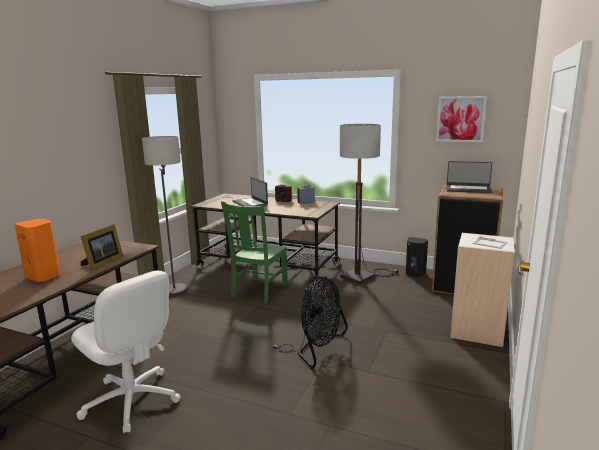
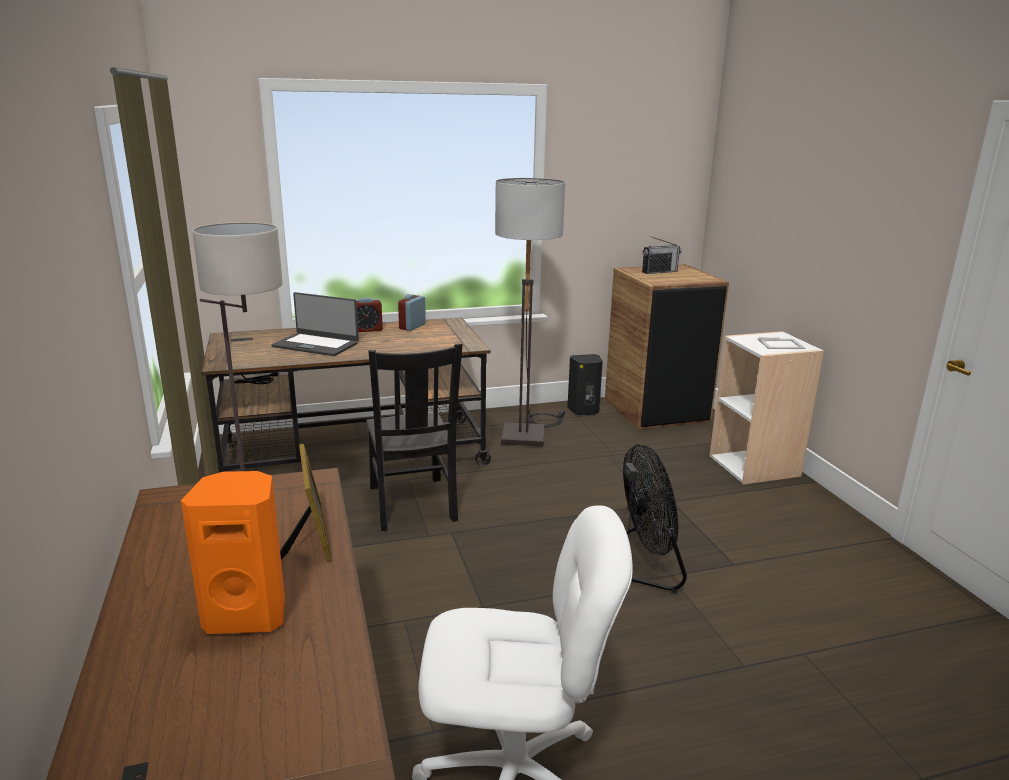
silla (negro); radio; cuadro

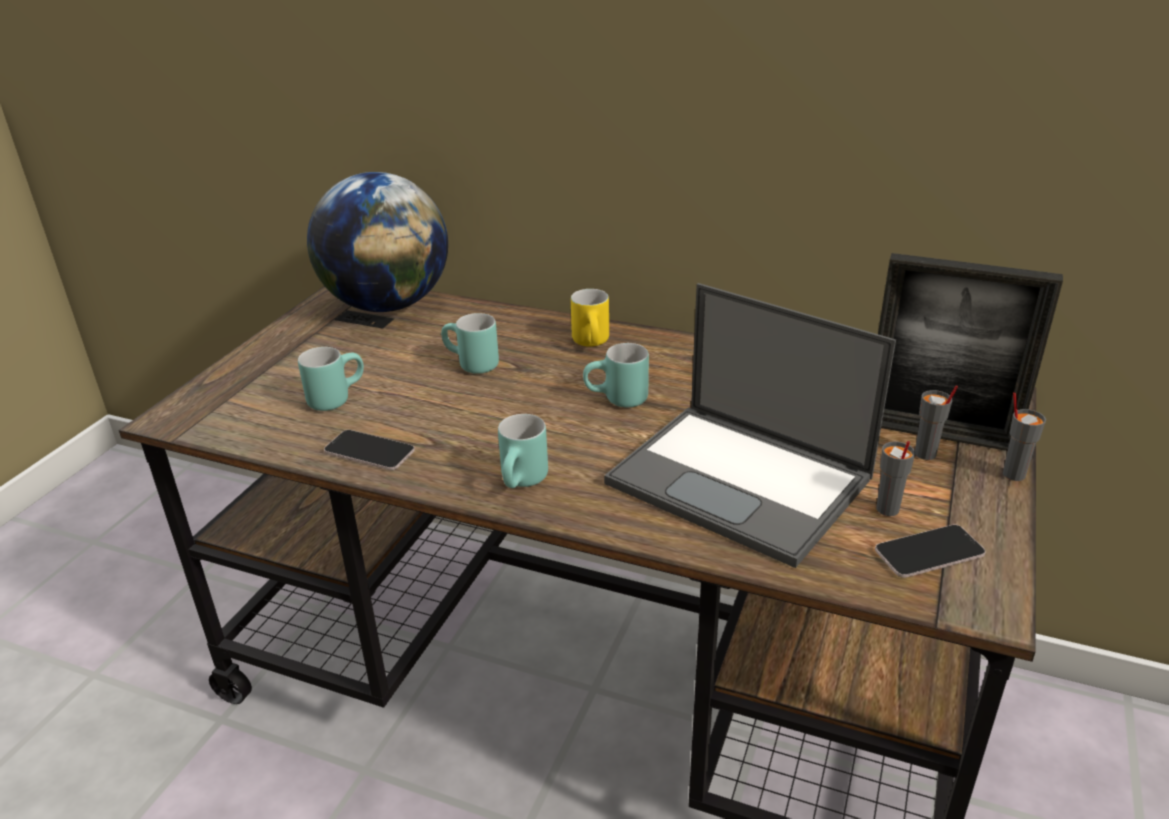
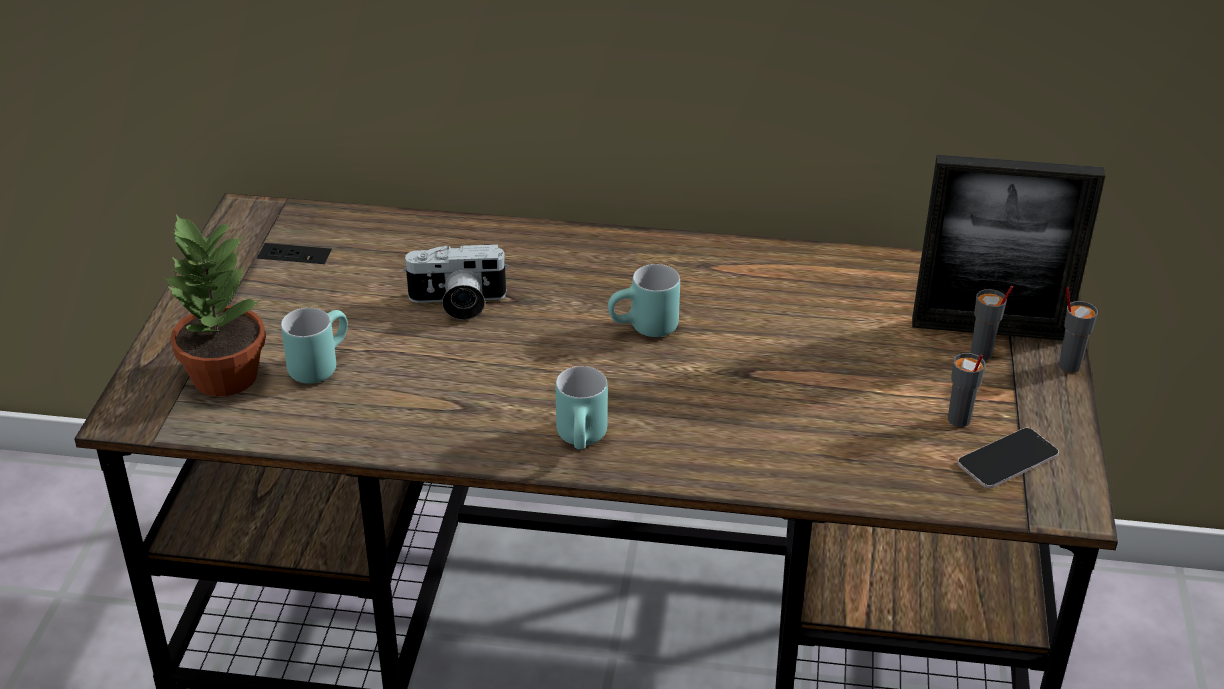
planta en maceta; cámara; globo terráqueo; móvil (1st from left in the first image); taza grande (amarillo); portátil

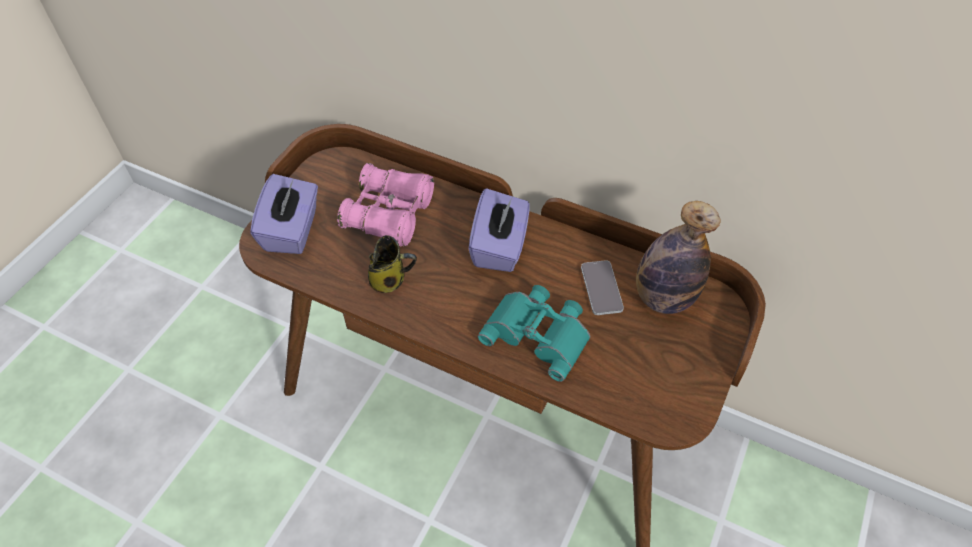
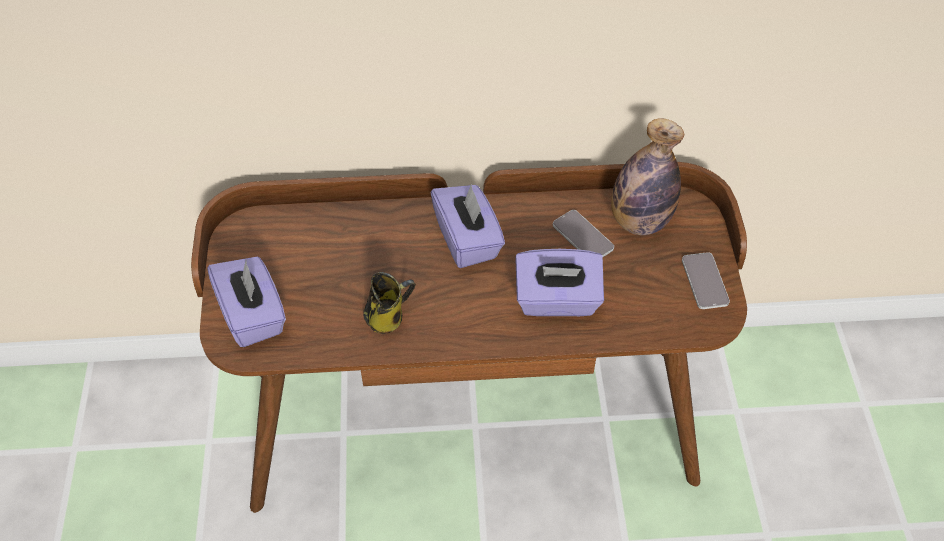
caja de pañuelos (morado) (3rd from left); móvil (2nd from left); prismáticos (rosa)

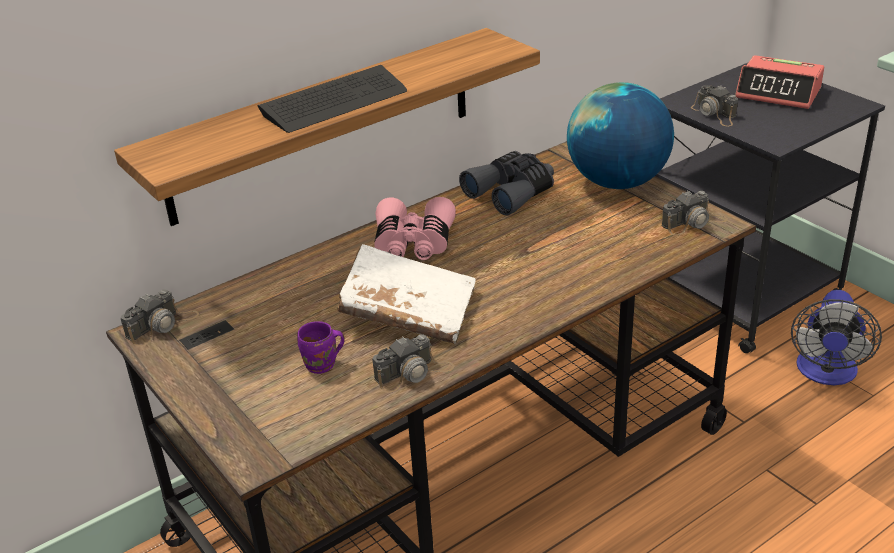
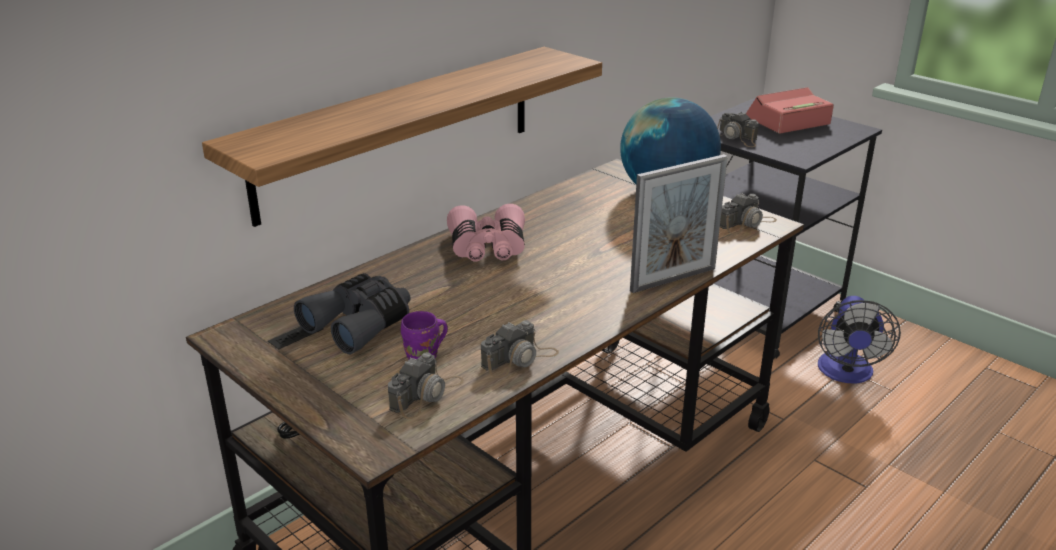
prismáticos (gris); cámara (1st from left); portarretratos; despertador; teclado; libro (blanco)

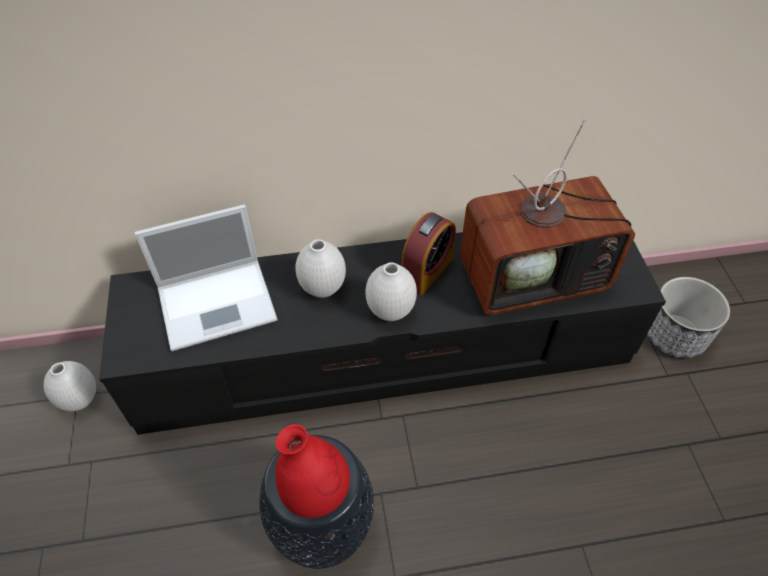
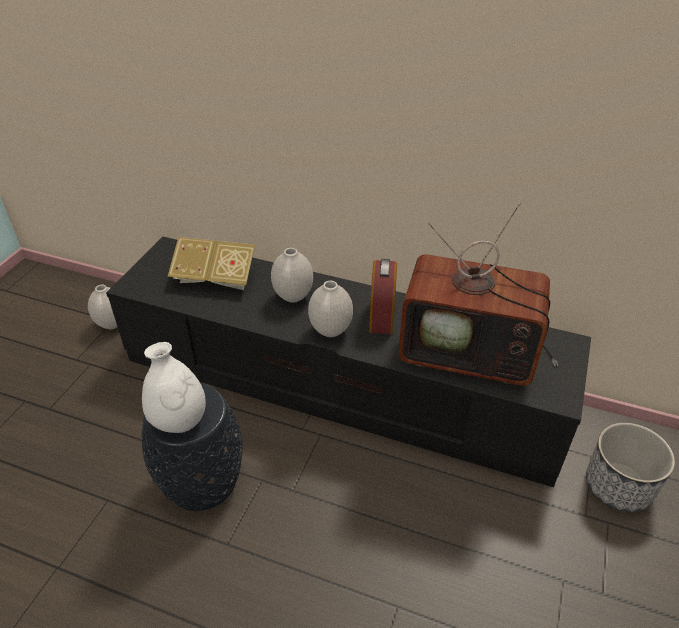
florero (blanco) (2nd from left); libro; despertador

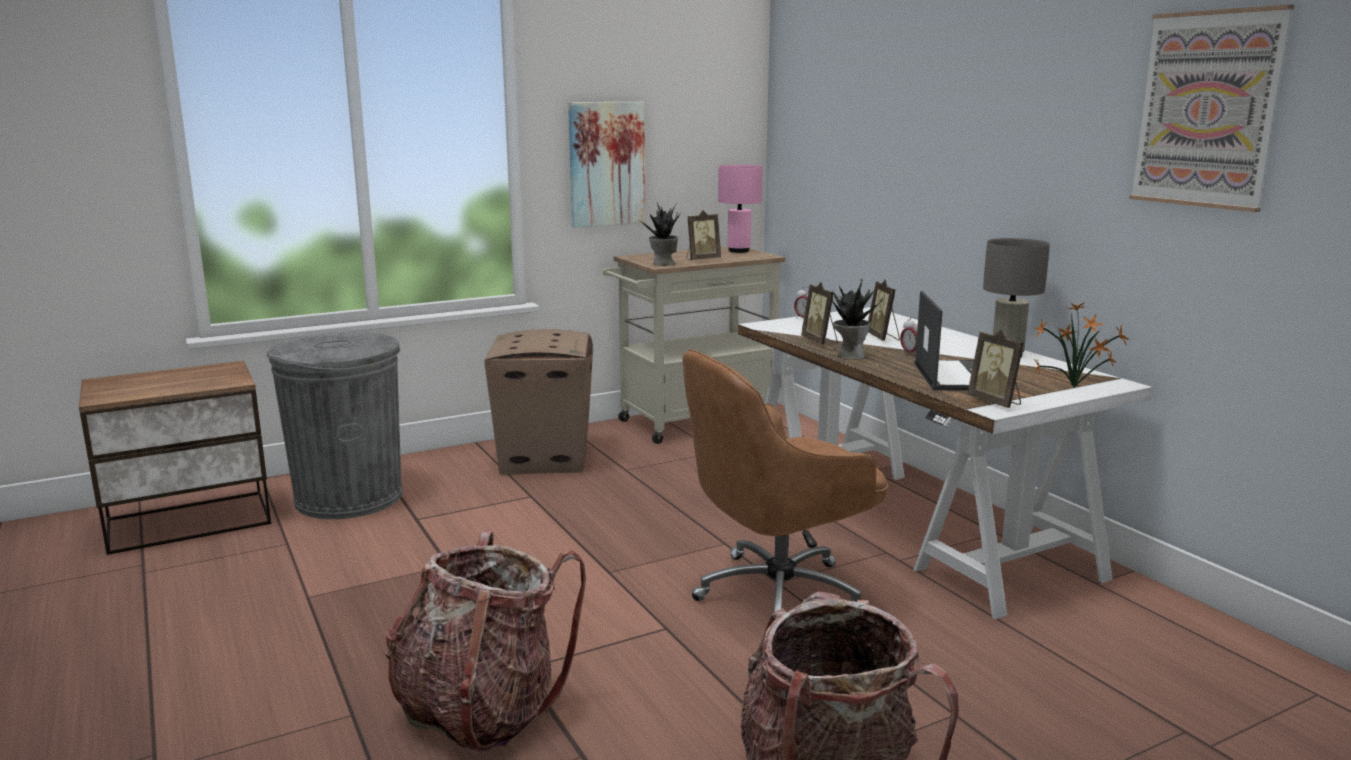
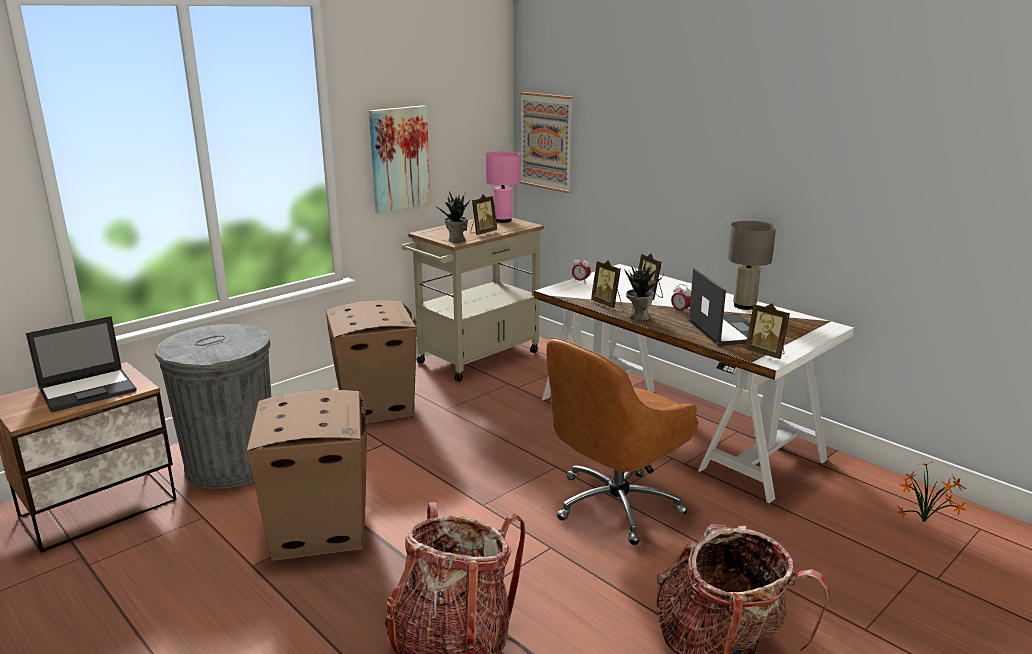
portátil (1st from left); caja de cartón (1st from left); cuadro (2nd from left); planta en maceta (3rd from left)

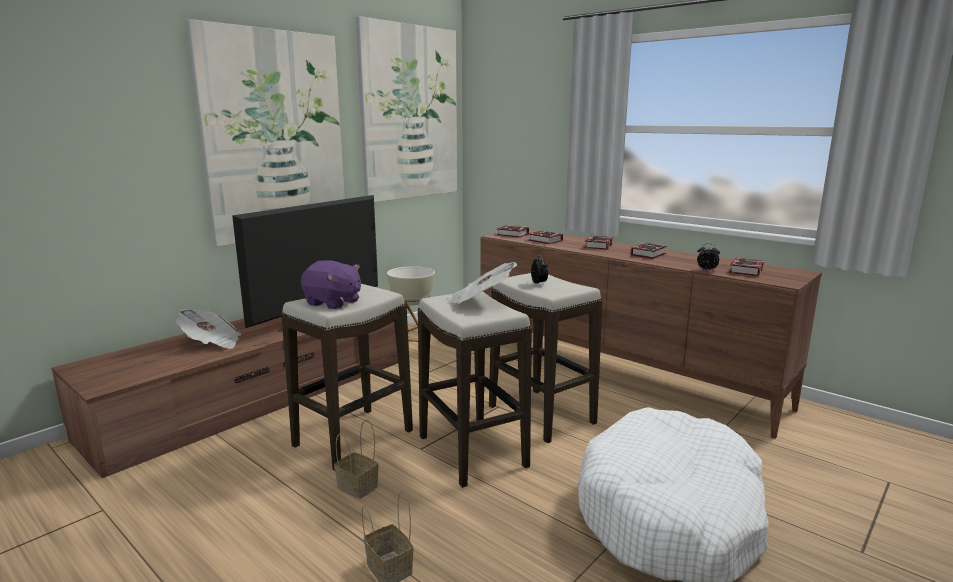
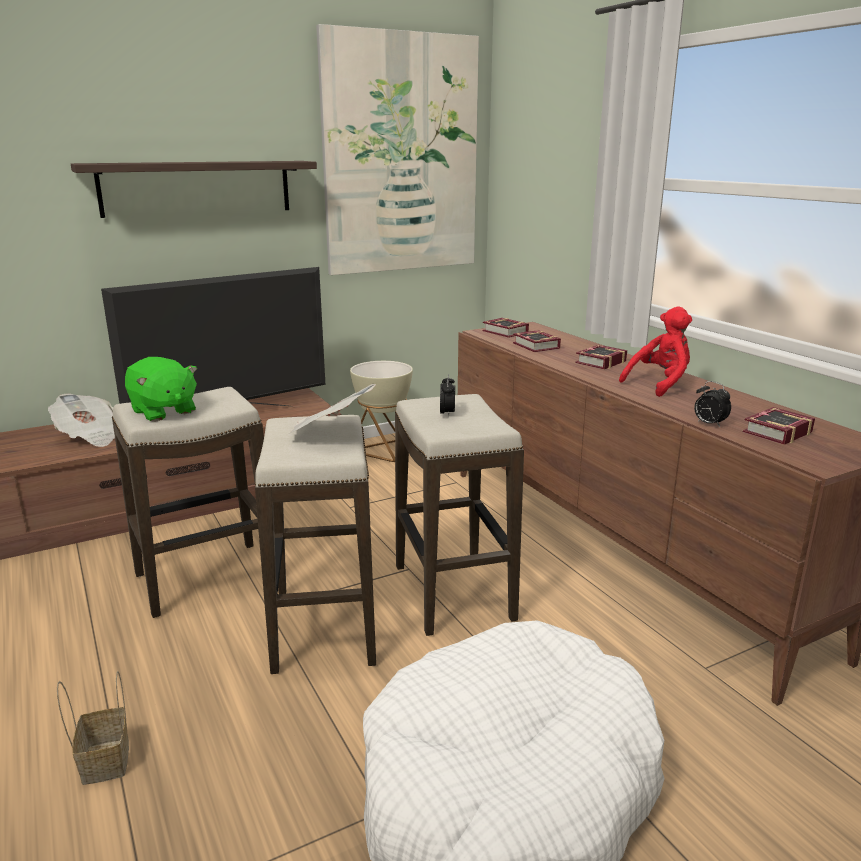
estante; peluche (verde); peluche (rojo); cesta (1st from left in the first image)

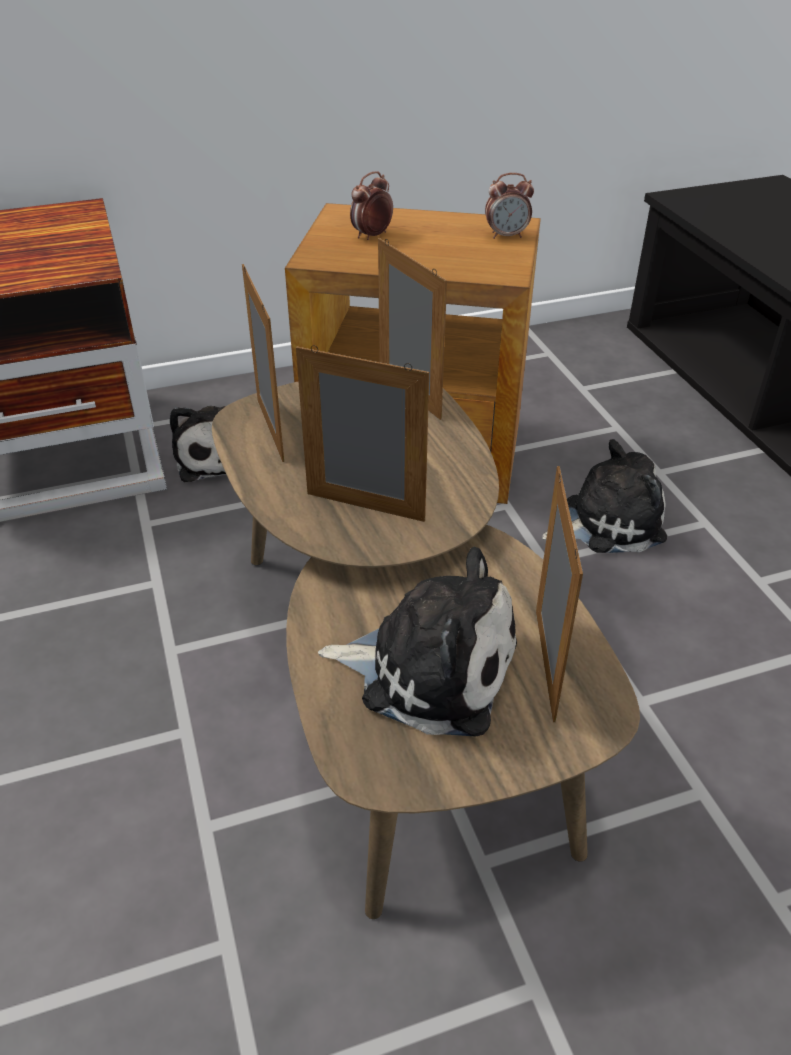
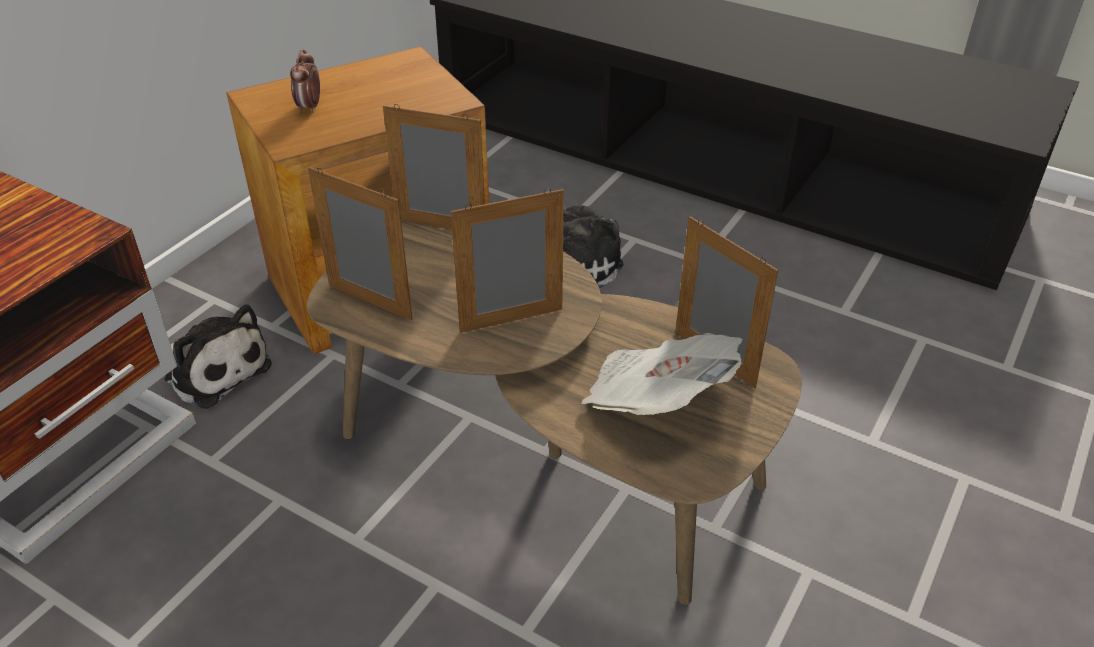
periódico; despertador (2nd from left in the first image)

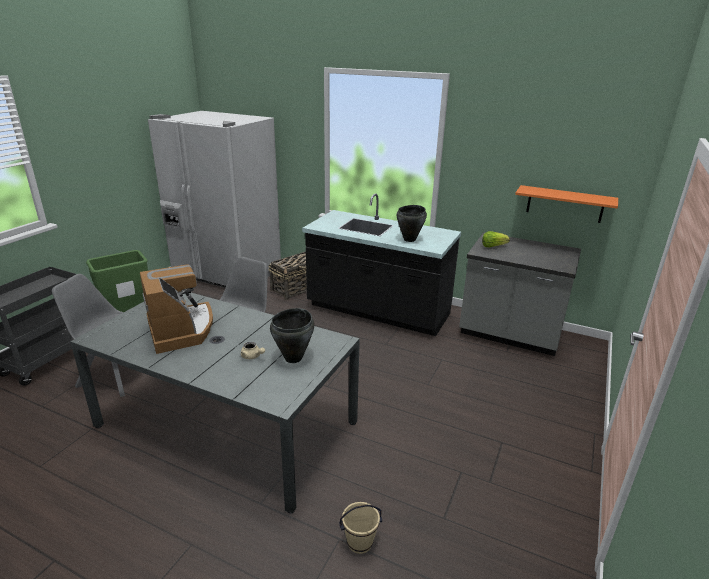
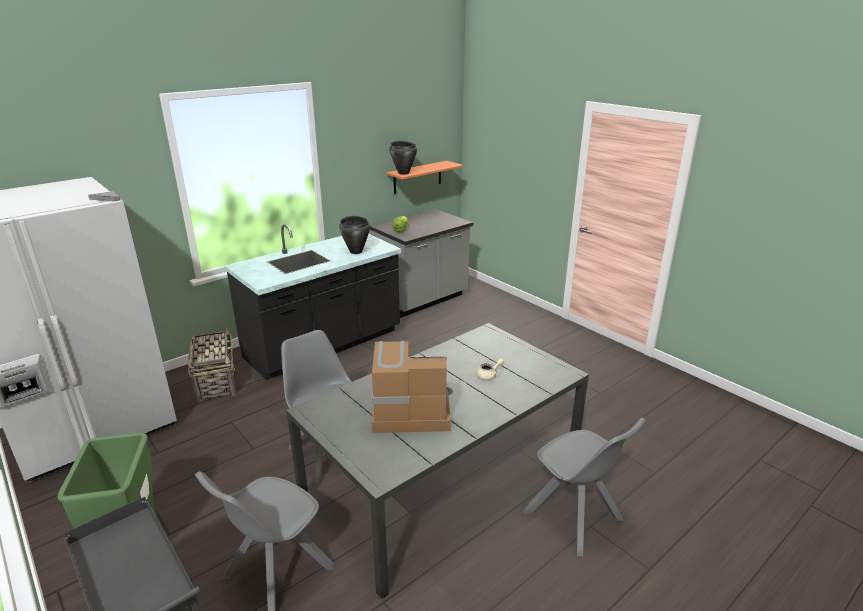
olla (negro) (2nd from left); silla (gris) (3rd from left); cubo (beis)

